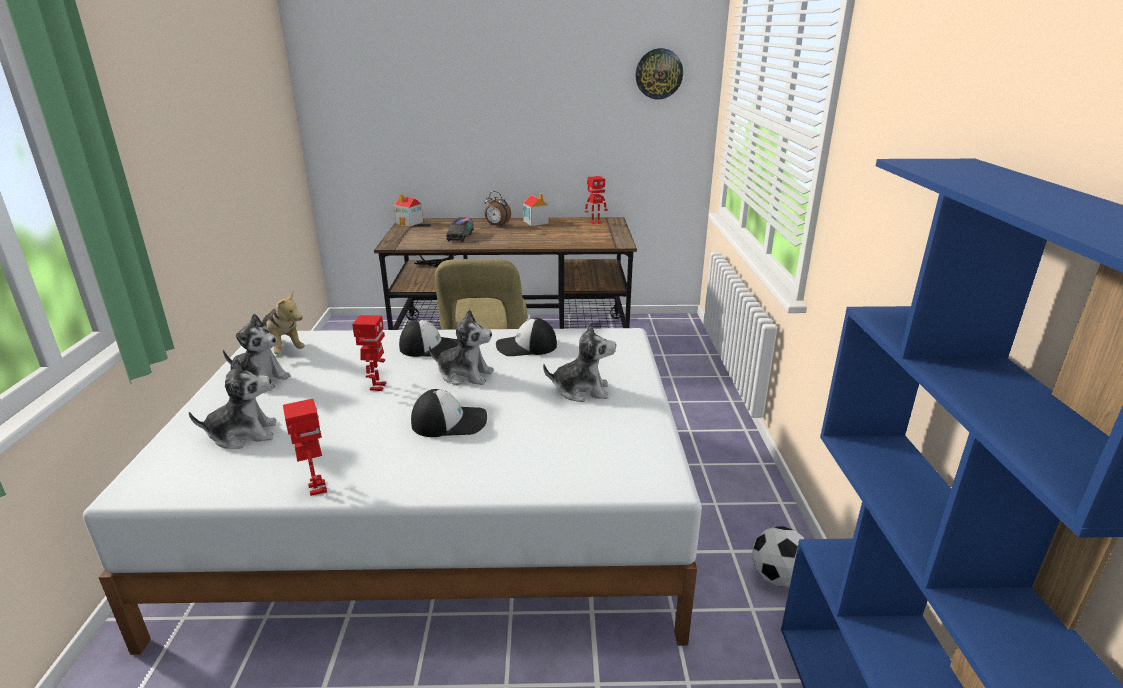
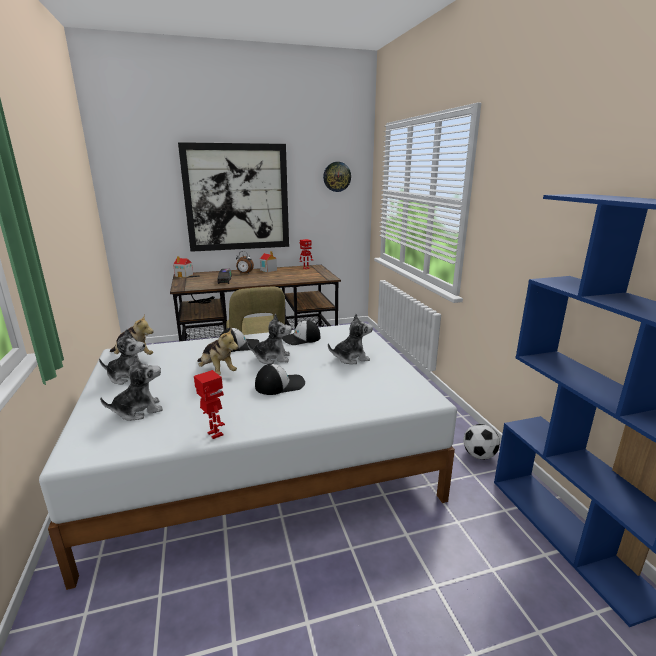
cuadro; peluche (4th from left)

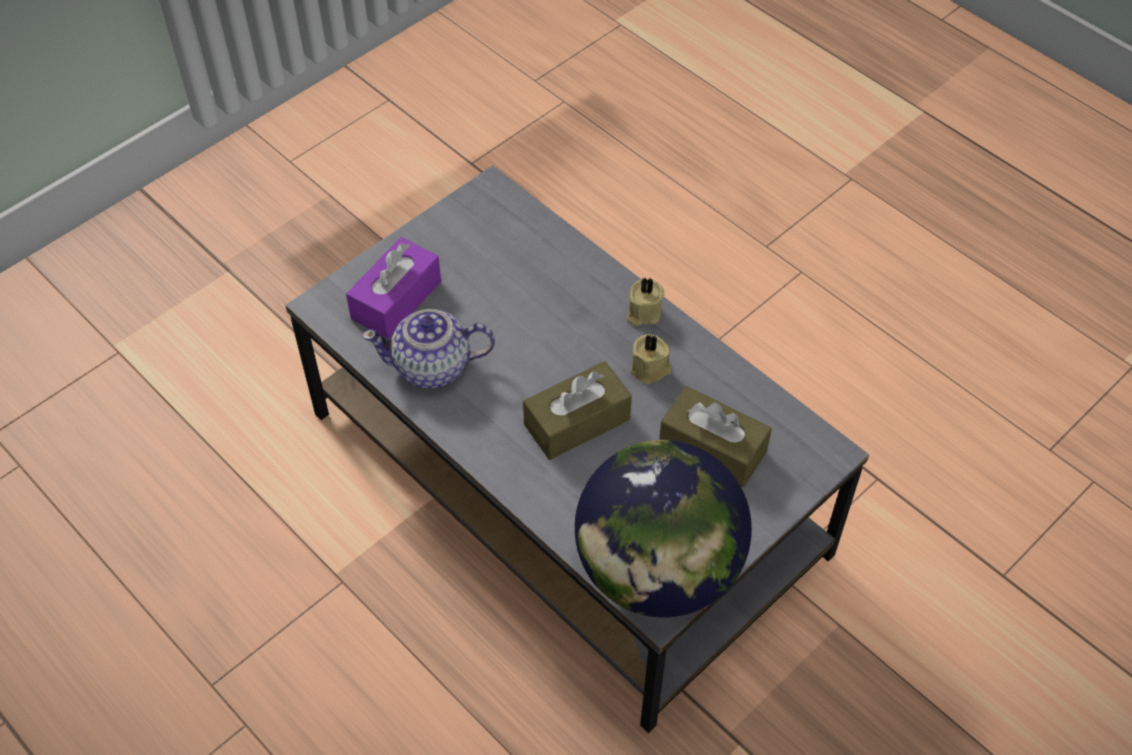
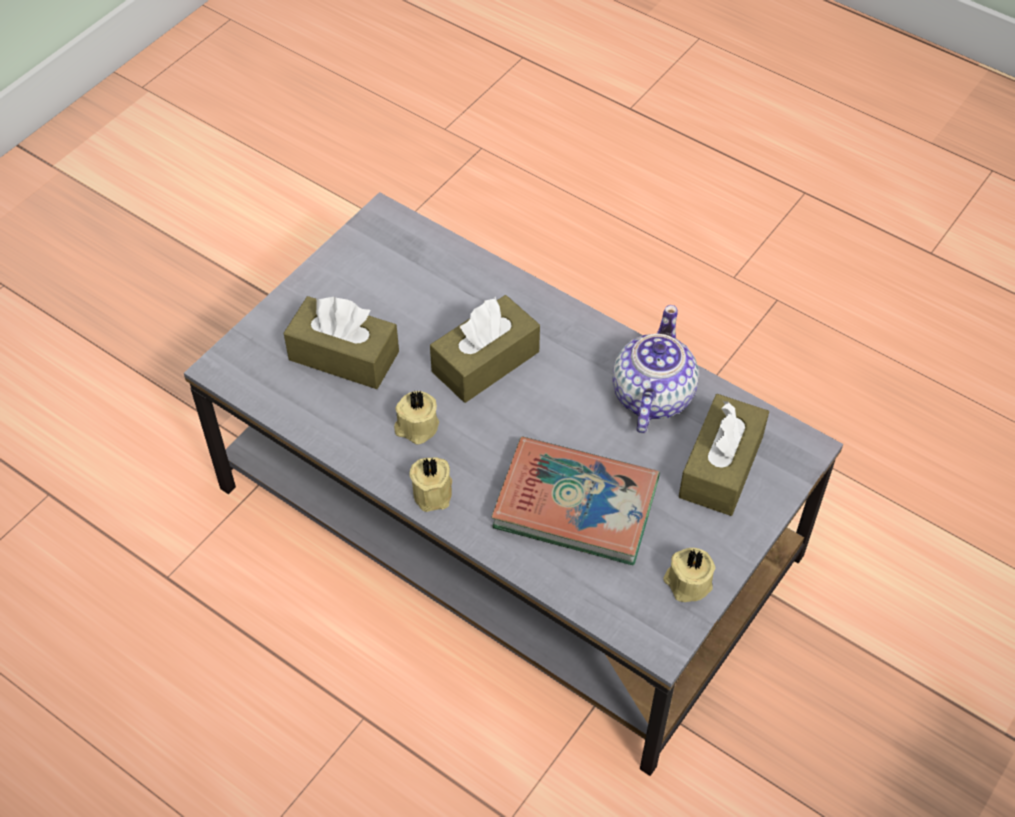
libro; tetera; vela (beis) (3rd from left); caja de pañuelos (marrón) (3rd from left); globo terráqueo

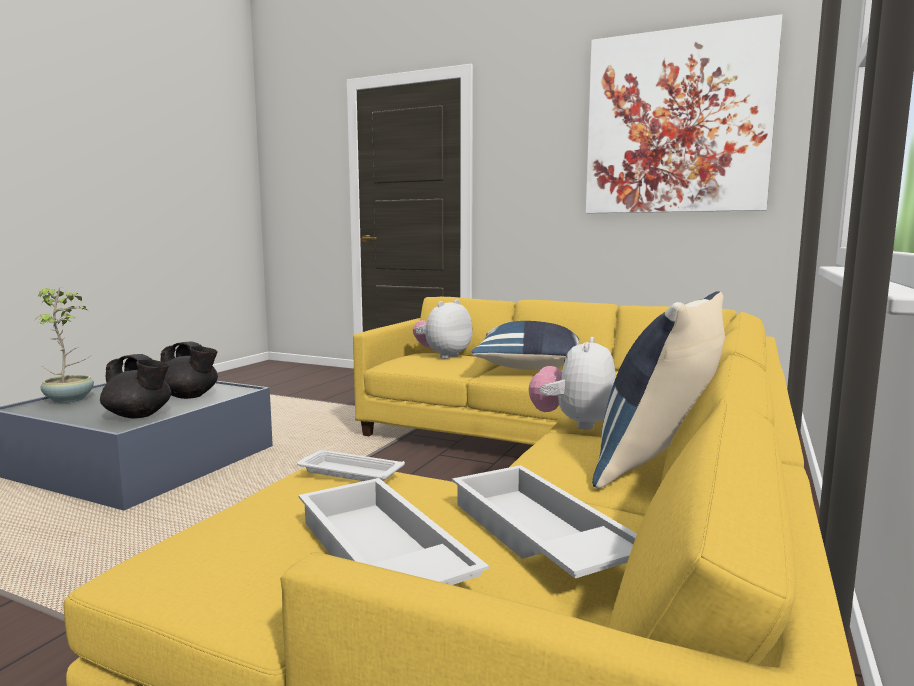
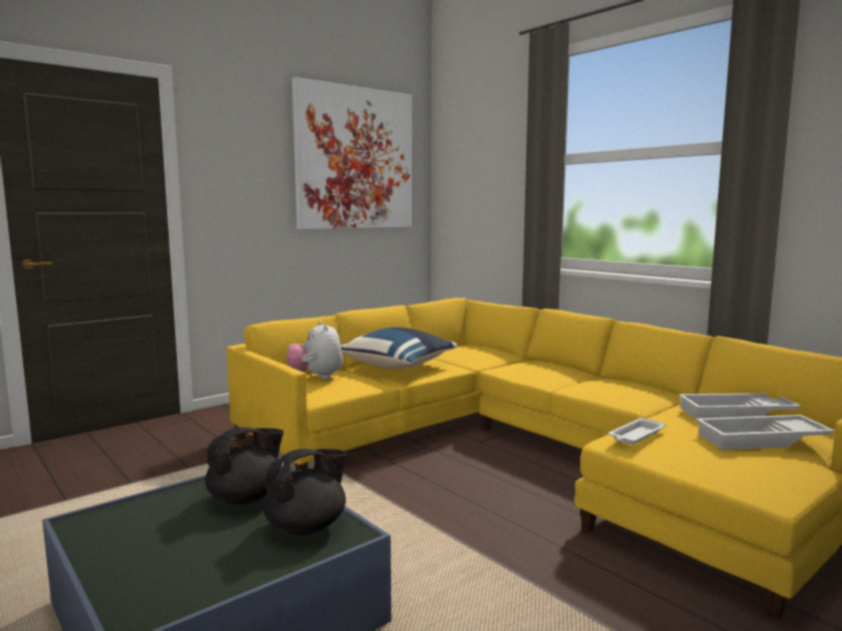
planta en maceta; peluche (2nd from left in the first image); cojín (azul) (2nd from left in the first image)

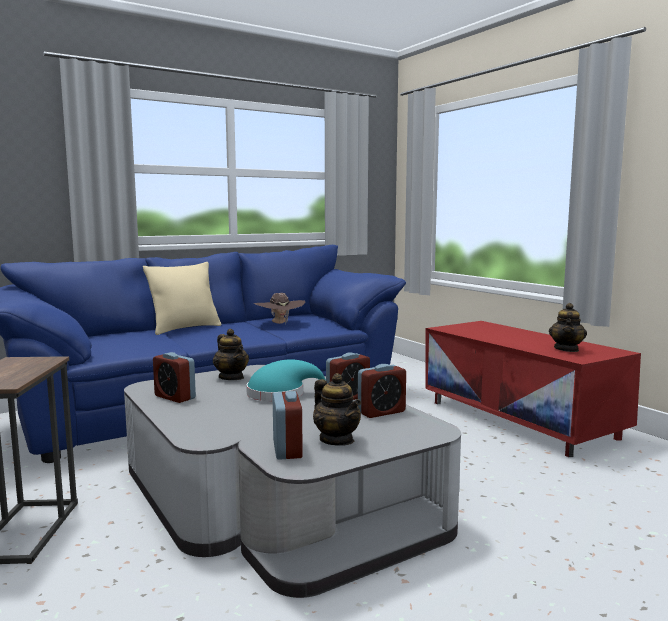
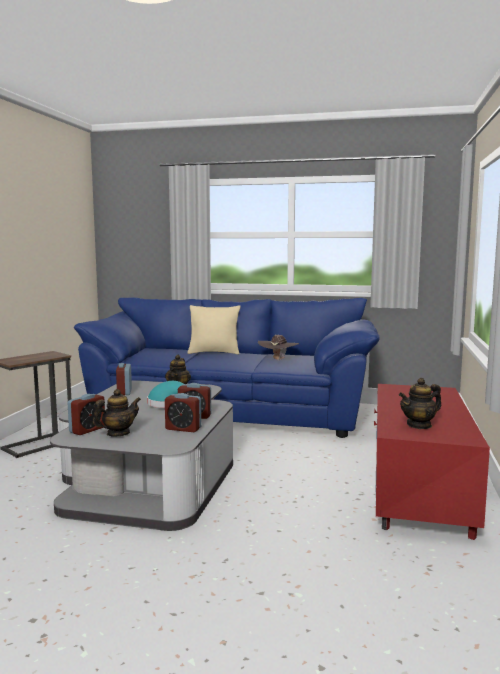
tetera (1st from left)

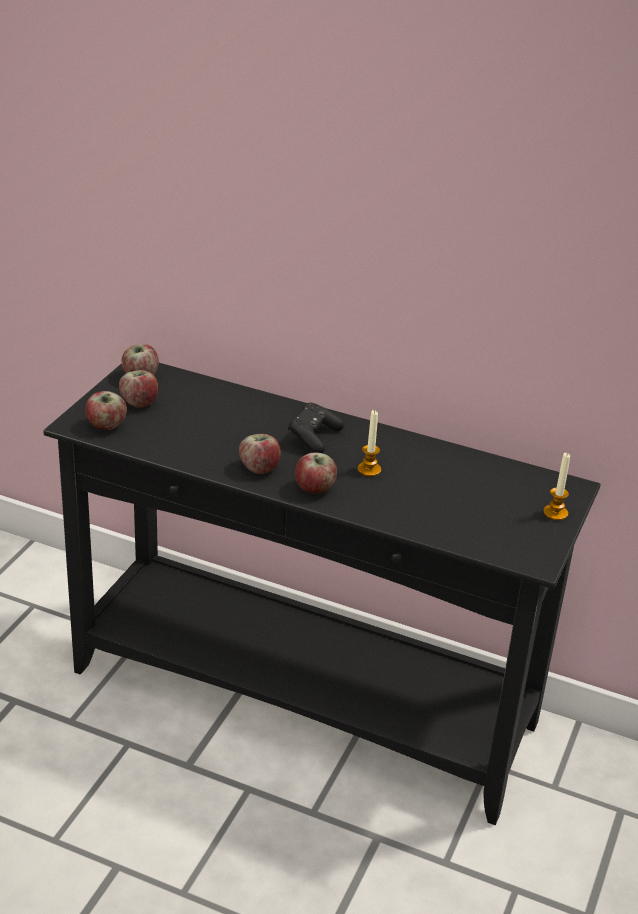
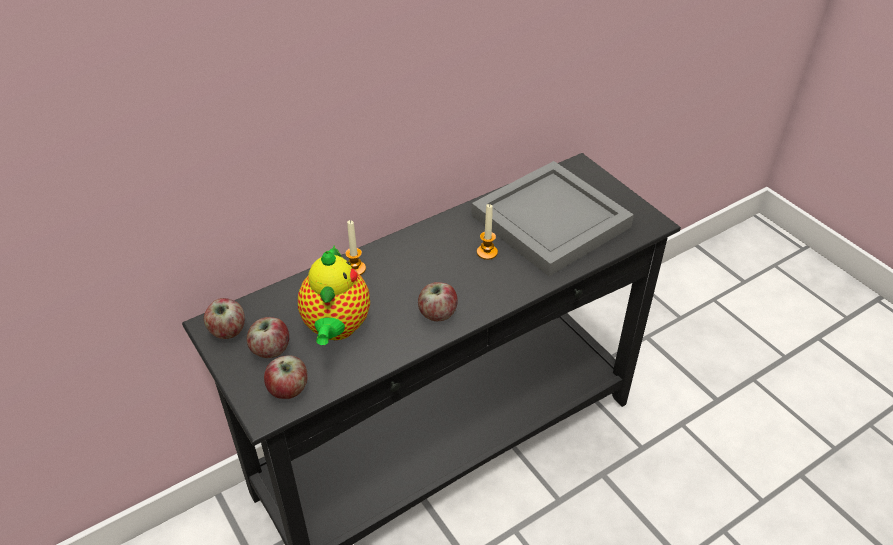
tetera; vela (1st from left); bandeja (gris); mando de consola (negro); manzana (5th from left in the first image)

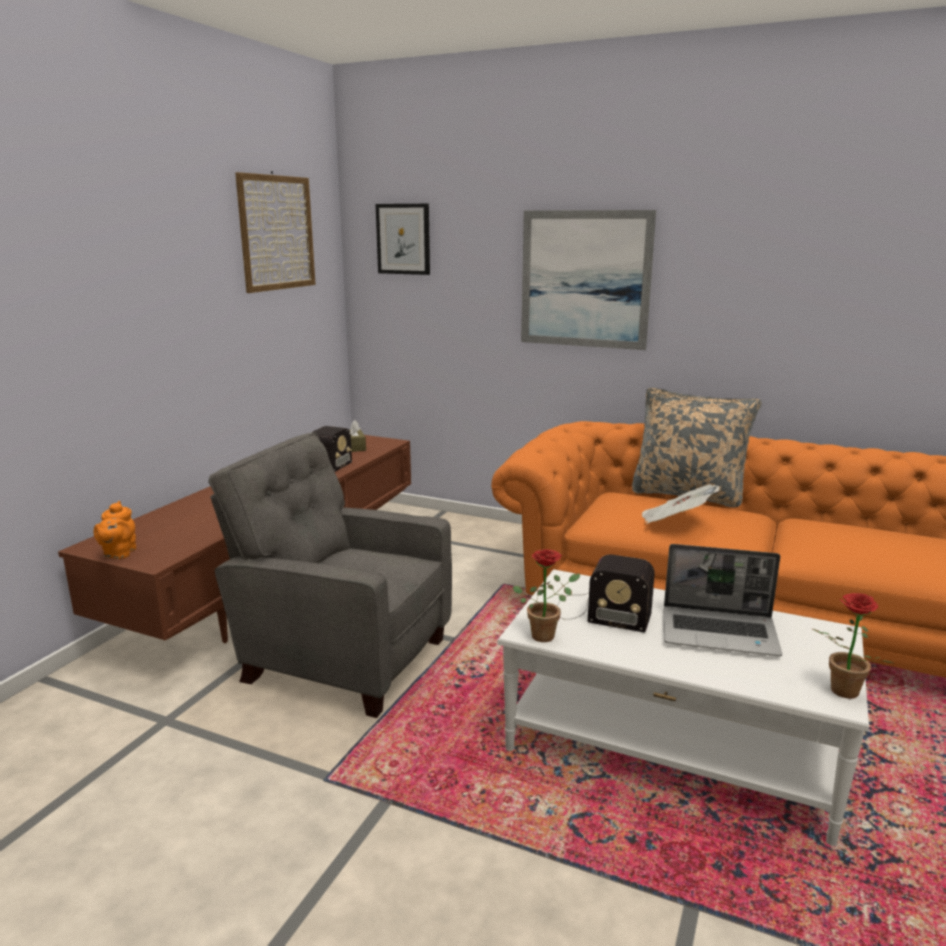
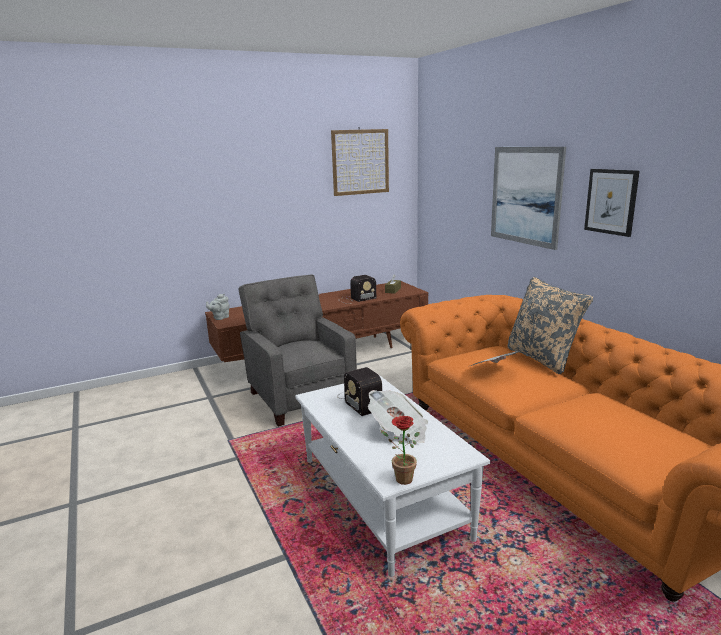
tetera (gris); periódico (1st from left); cuadro (3rd from left); planta en maceta (1st from left in the first image)

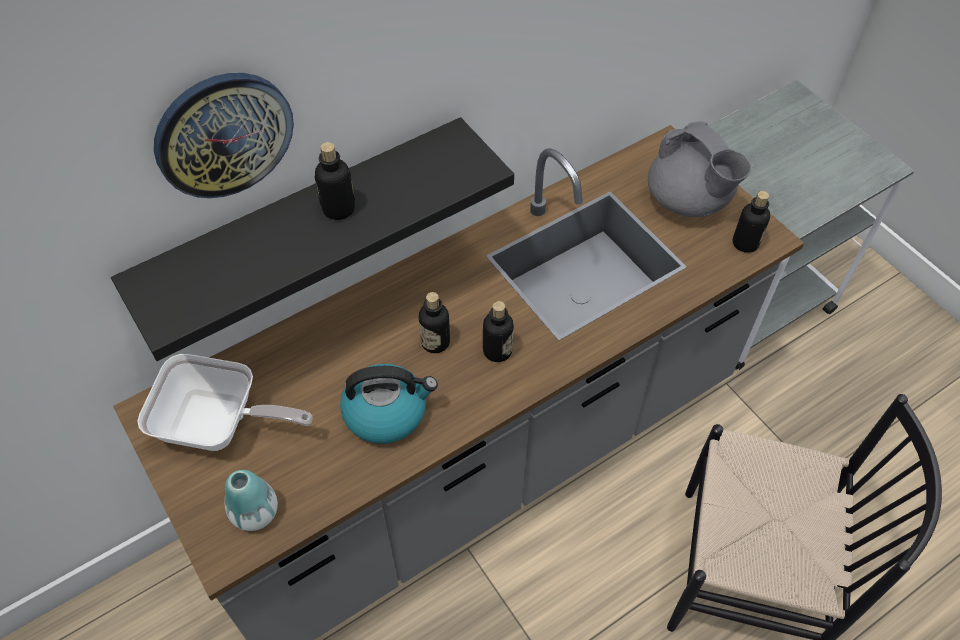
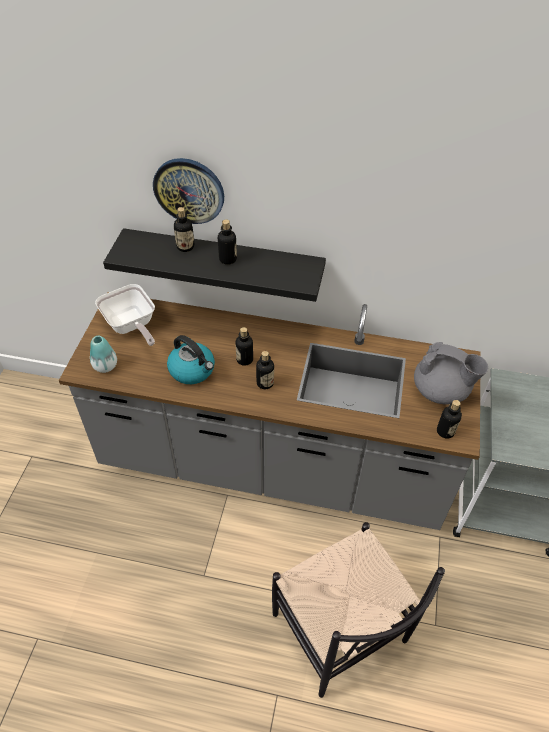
botella (1st from left); tetera (gris)

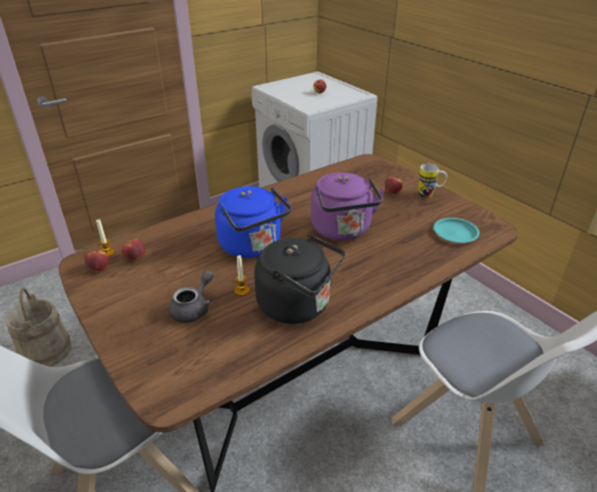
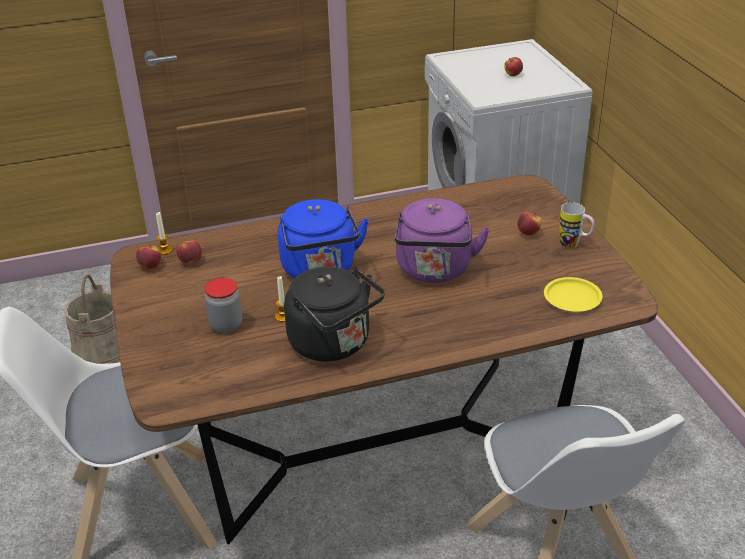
tarro; plato (amarillo)

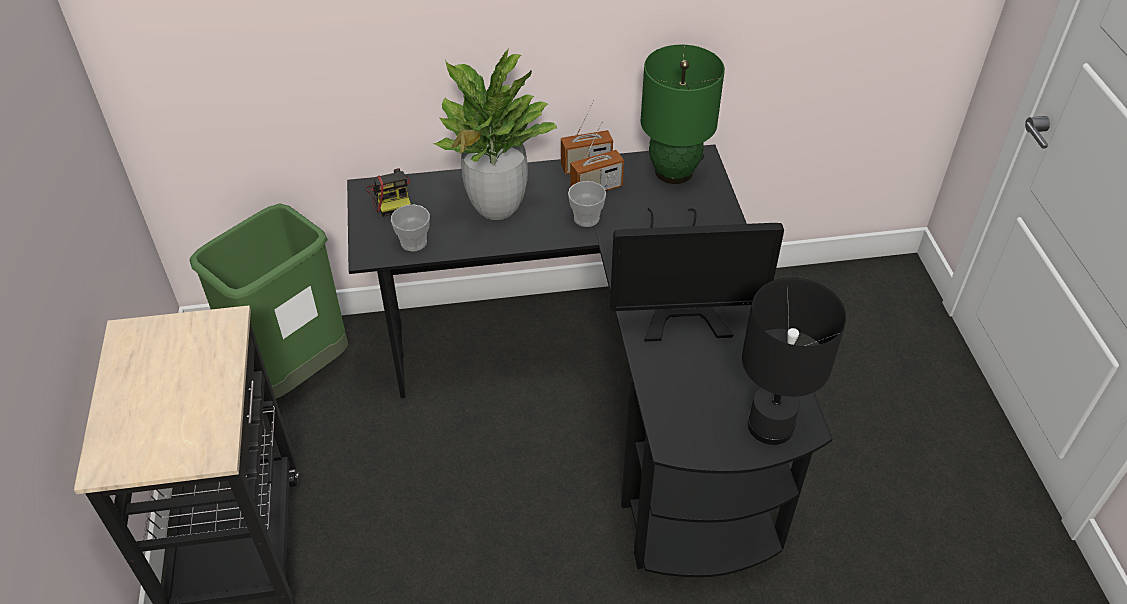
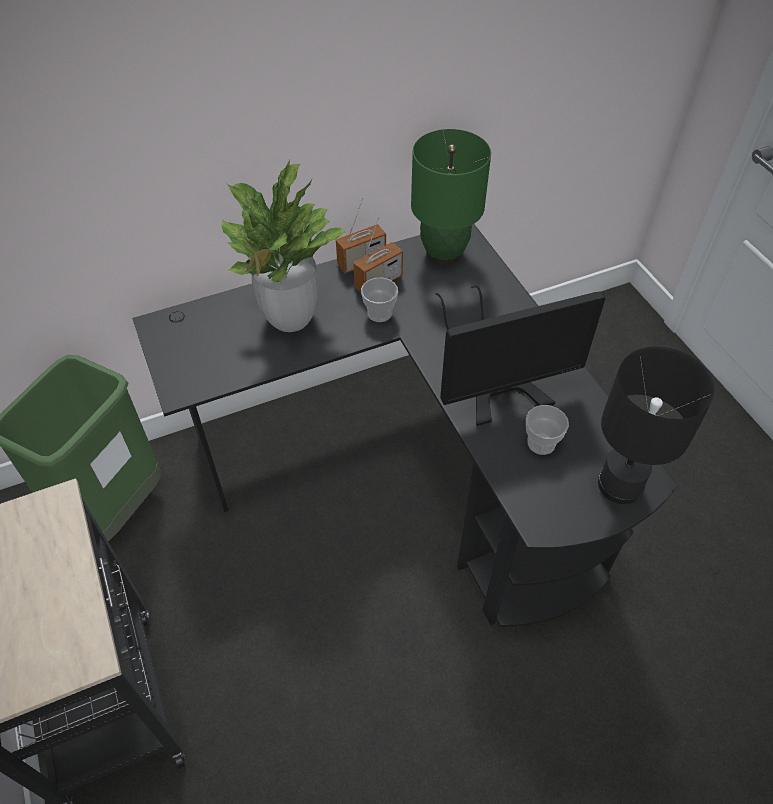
taza (2nd from left); cámara

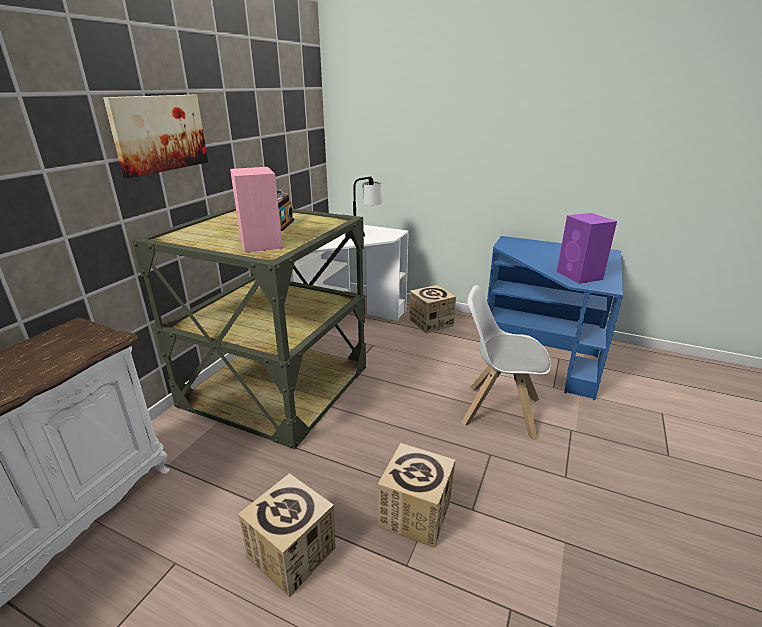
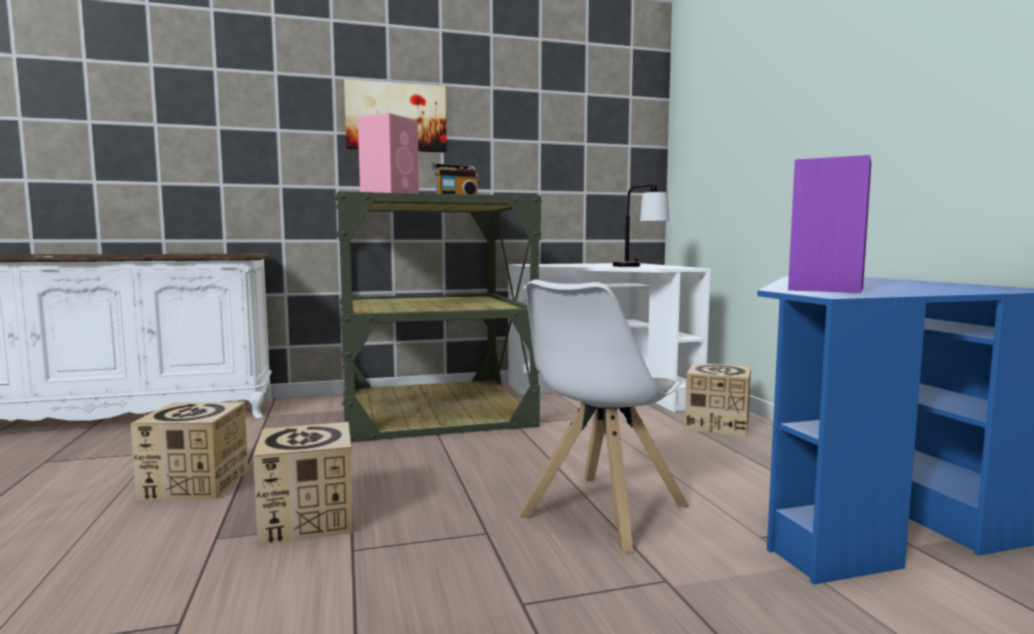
silla

